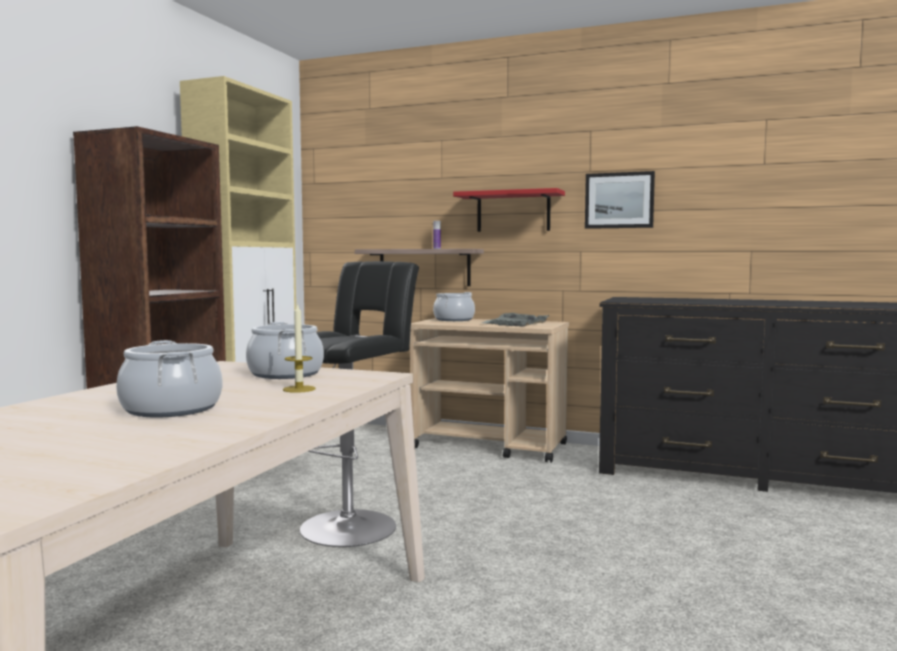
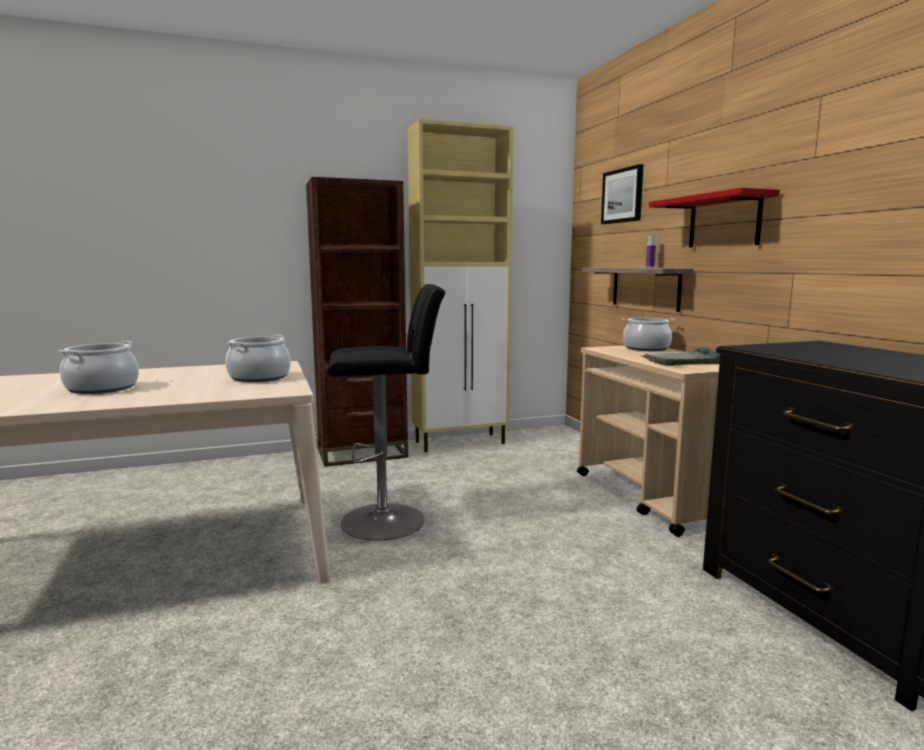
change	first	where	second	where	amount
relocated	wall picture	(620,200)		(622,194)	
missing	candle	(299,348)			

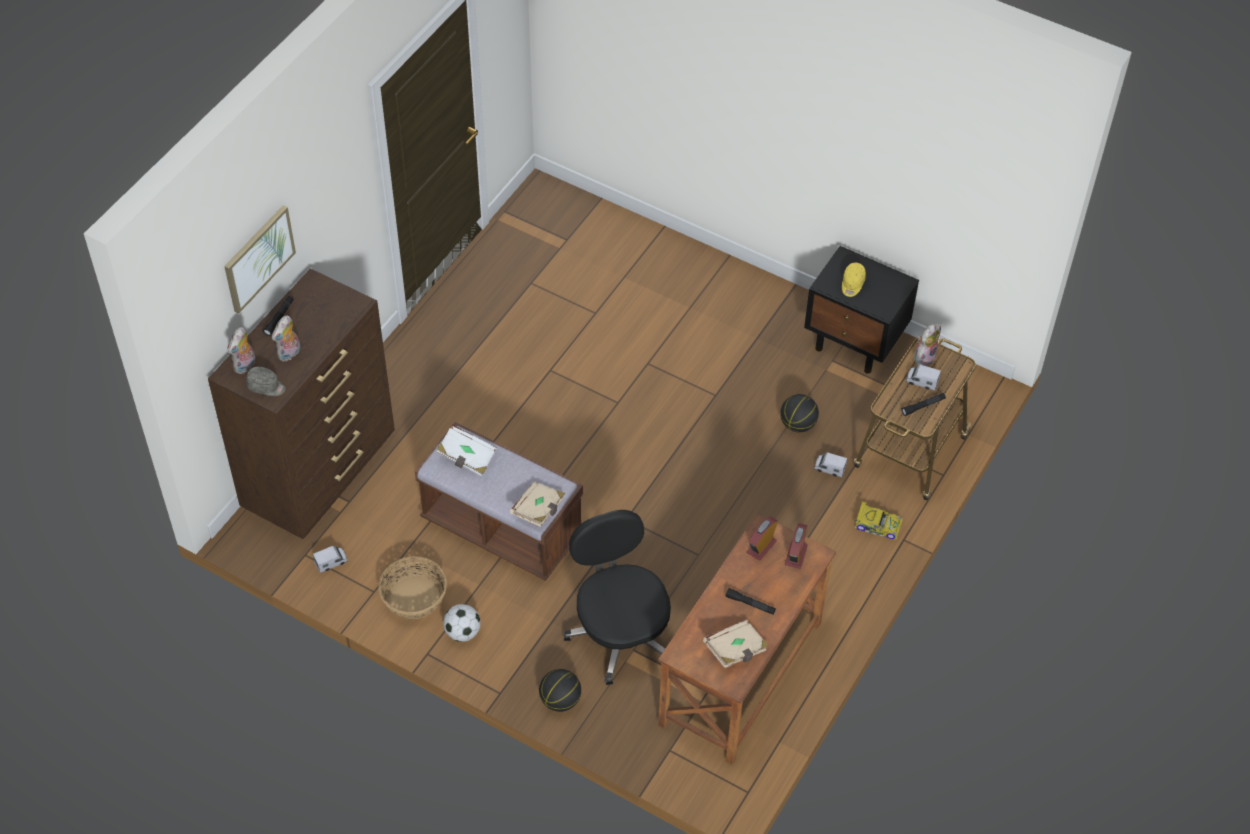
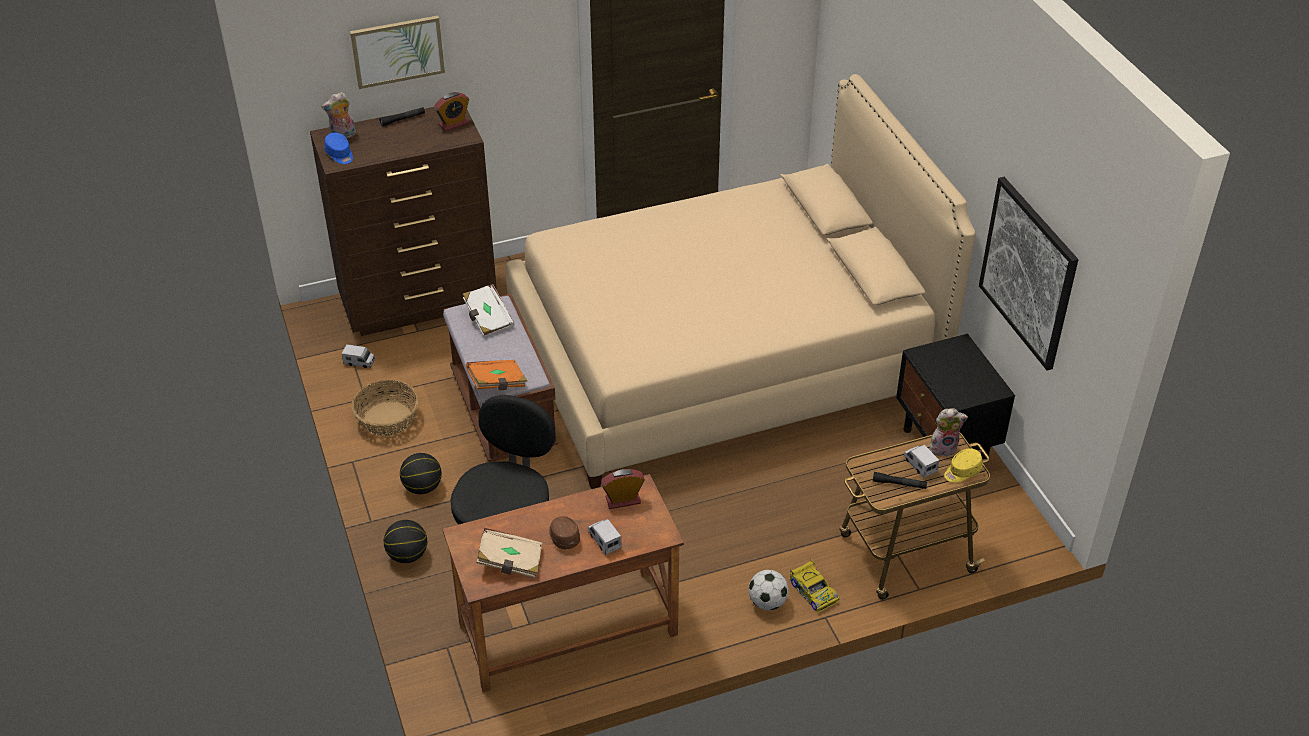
change	first	where	second	where	amount
relocated	yellowish peaked cap	(854,280)		(963,465)	
missing	soft toy	(286,338)			
colour	gray peaked cap	(266,381)	blue peaked cap	(338,148)	
relocated	basketball ball	(799,413)		(421,473)	
relocated	model truck	(830,464)		(605,537)	
colour	sand-coloured bound book	(537,504)	orange-coloured bound book	(496,375)	
relocated	table clock	(796,546)		(451,111)	
exchanged	black hand torch	(751,601)	brown peaked cap	(564,532)	
relocated	ball for football	(462,623)		(769,590)	
appeared			sand-coloured bedroom bed	(740,281)	
appeared			wall picture	(1028,274)	

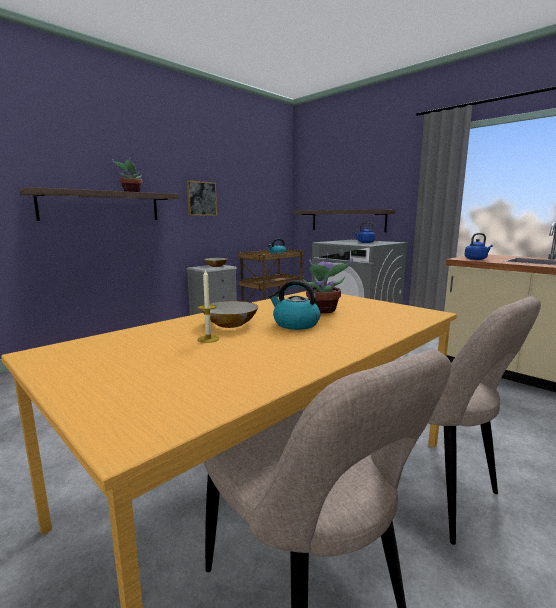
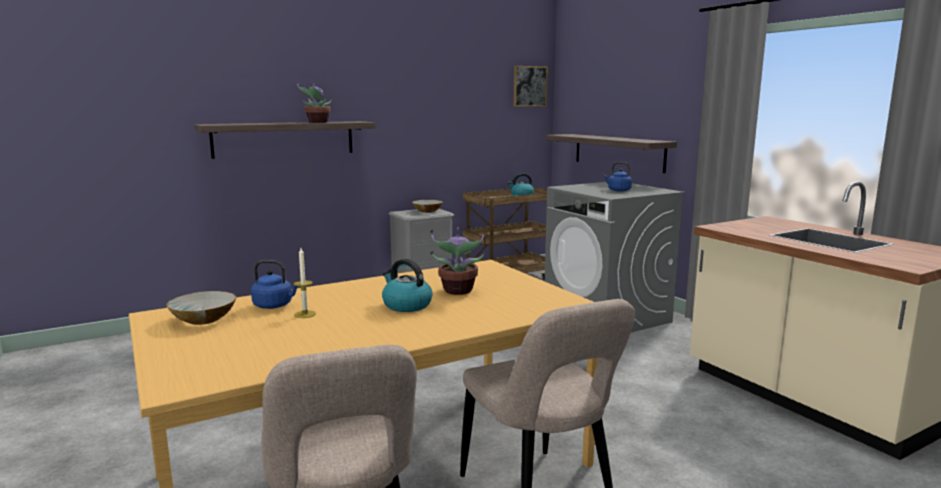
change	first	where	second	where	amount
relocated	wall picture	(202,198)		(530,86)	
relocated	blue kettle	(478,246)		(274,284)	
relocated	serving bowl	(230,314)		(201,308)	

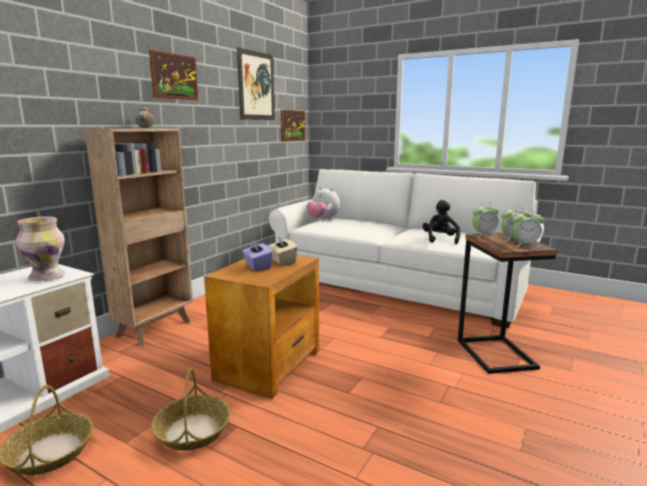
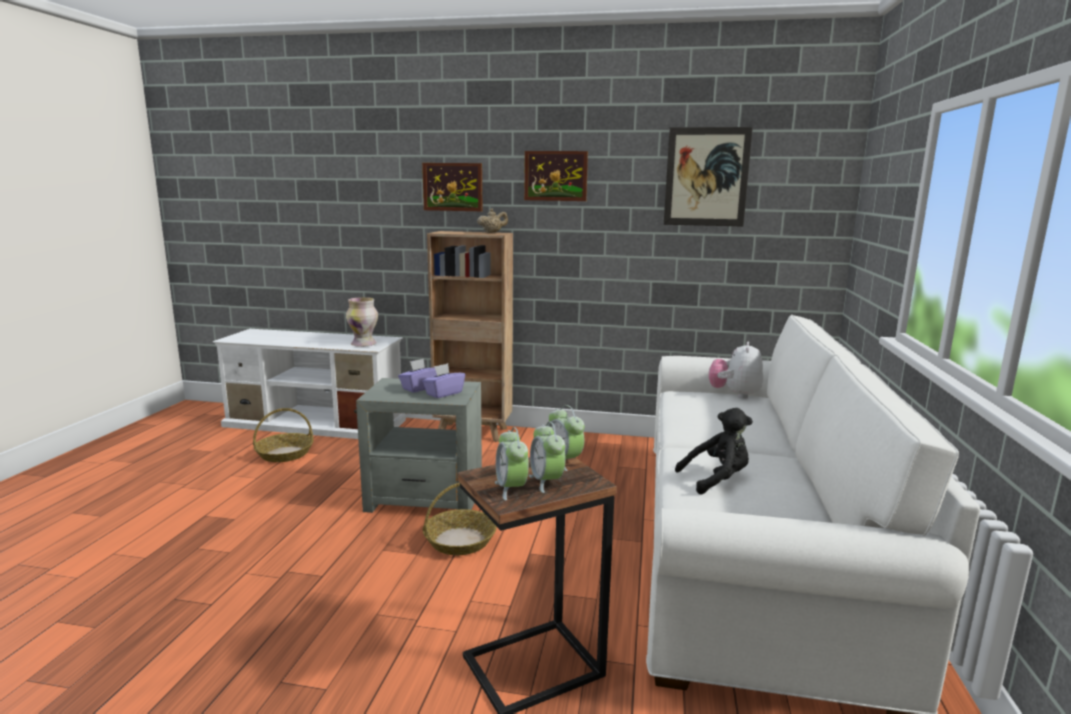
change	first	where	second	where	amount
relocated	wall picture	(293,126)		(452,187)	
colour	sand-coloured tissue holder	(283,250)	purple tissue holder	(443,380)	
colour	brown side table	(261,327)	gray side table	(419,445)	
relocated	storage basket	(191,409)		(459,519)	

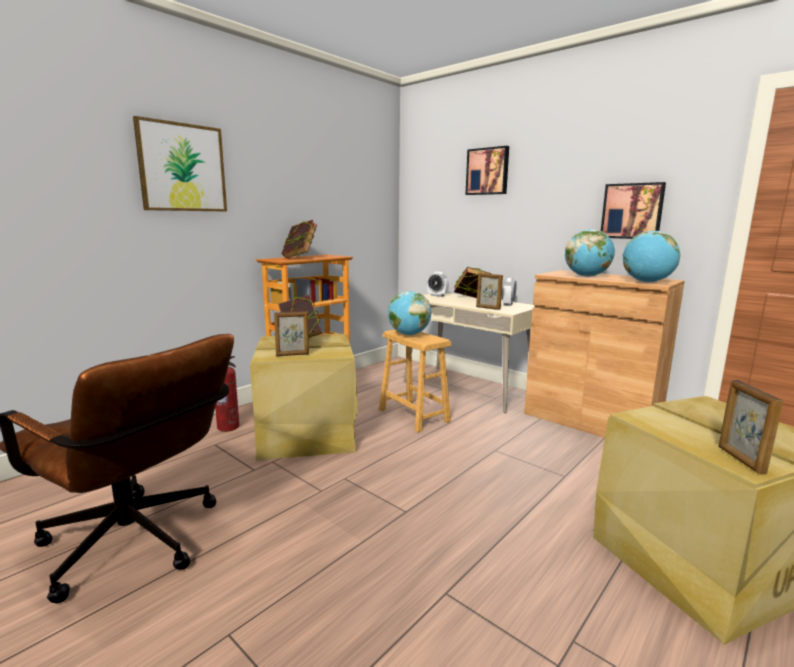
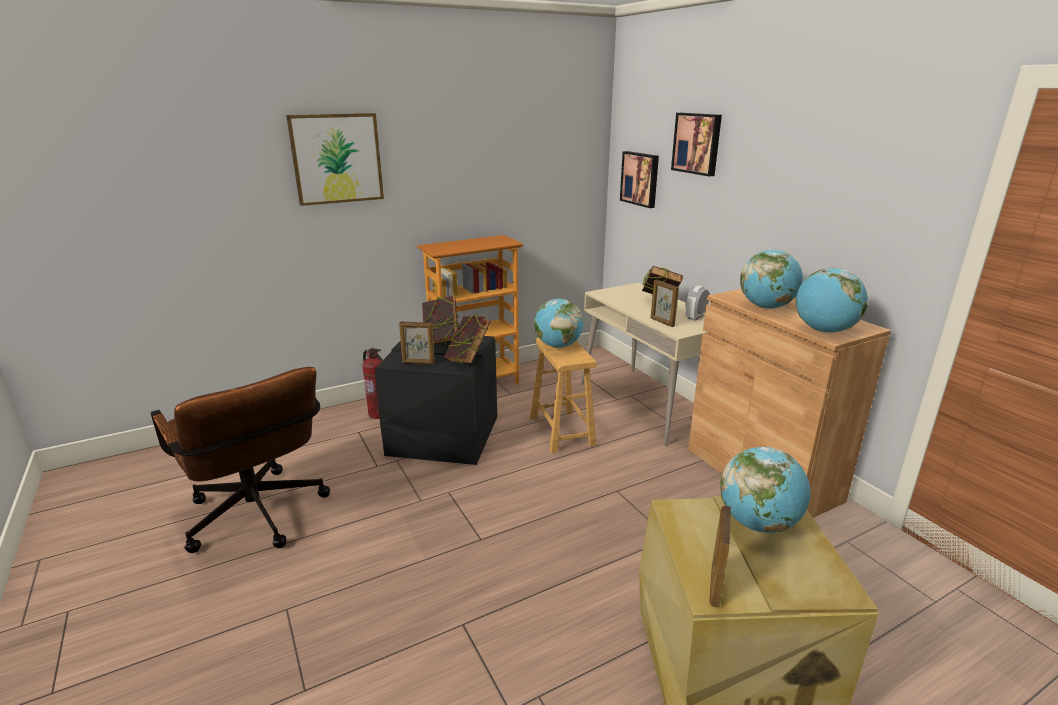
change	first	where	second	where	amount
relocated	wall picture	(633,210)		(639,179)	
relocated	bound book	(299,239)		(467,339)	
missing	table clock	(438,284)			
colour	sand-coloured storage box	(304,397)	black storage box	(436,400)	
appeared			globe	(765,490)	

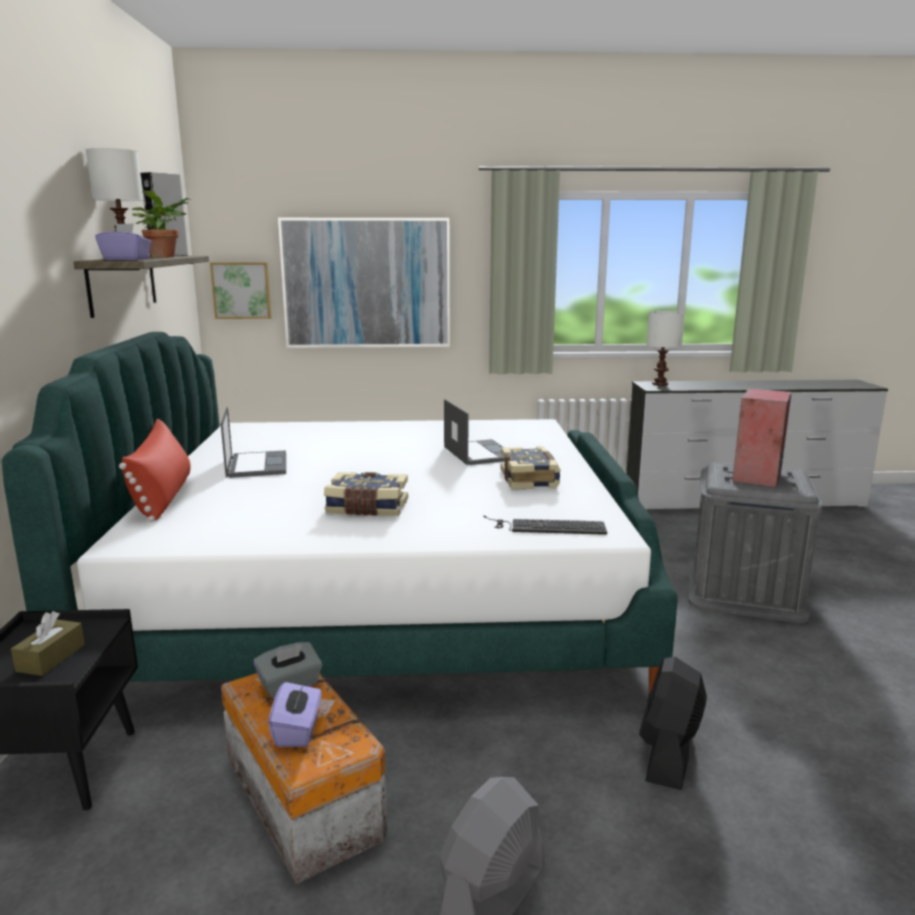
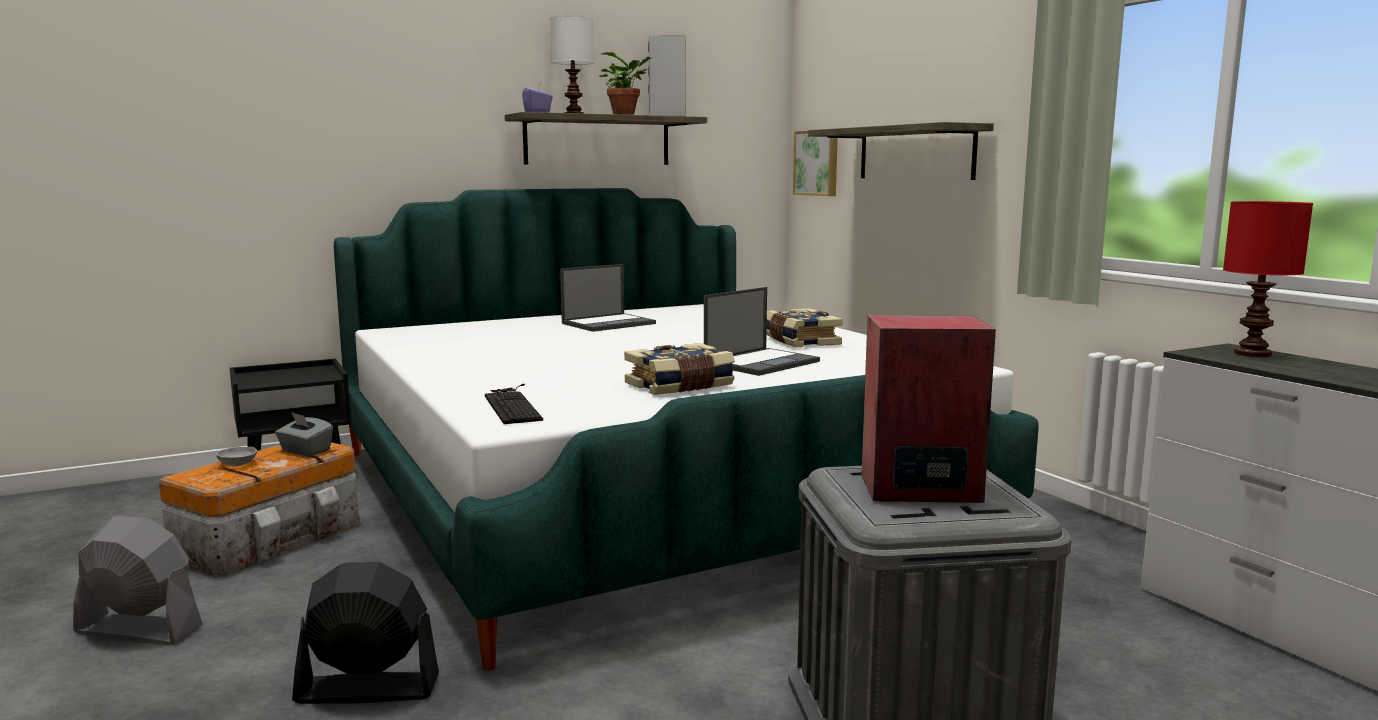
change	first	where	second	where	amount
exchanged	wall picture	(364,283)	bracket shelf	(901,151)	
colour	whitish tabletop lamp	(664,348)	red tabletop lamp	(1268,279)	
missing	red cushion	(155,470)			
relocated	bound book	(366,494)		(804,328)	
missing	brown tissue holder	(48,643)			
exchanged	purple tissue holder	(295,713)	gray serving bowl	(236,456)	

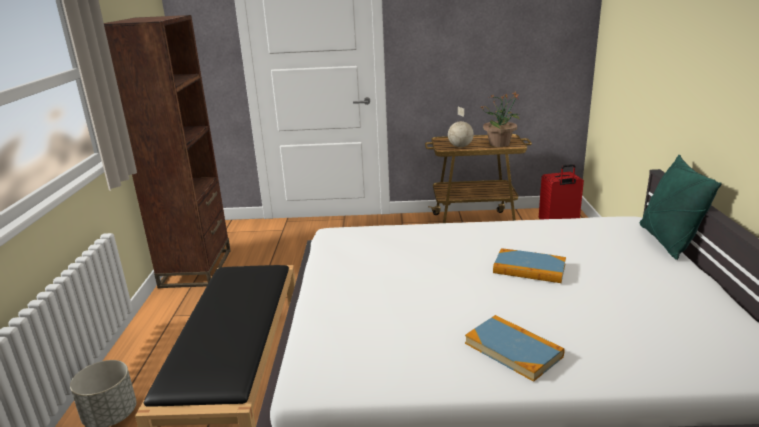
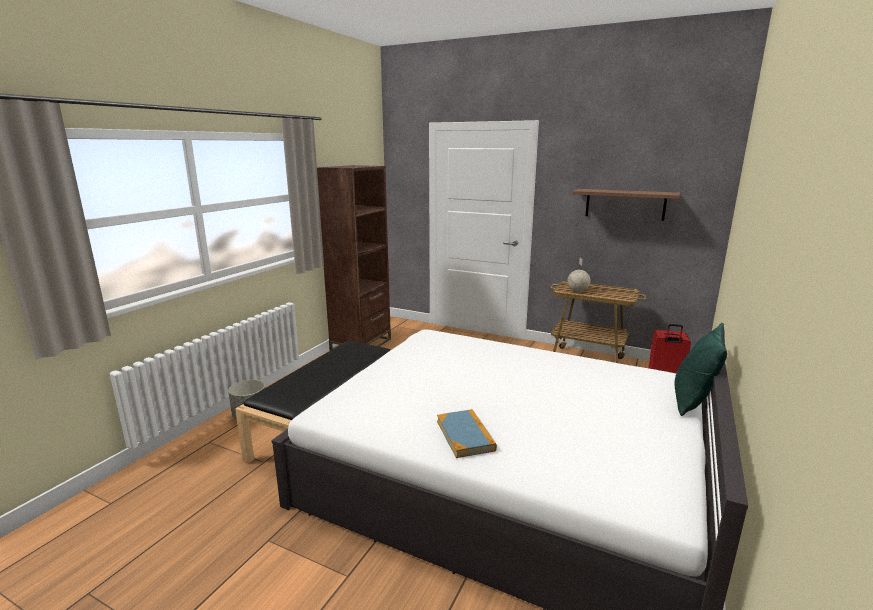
change	first	where	second	where	amount
missing	potted plant	(501,119)			
missing	bound book	(529,265)			
appeared			bracket shelf	(626,205)	

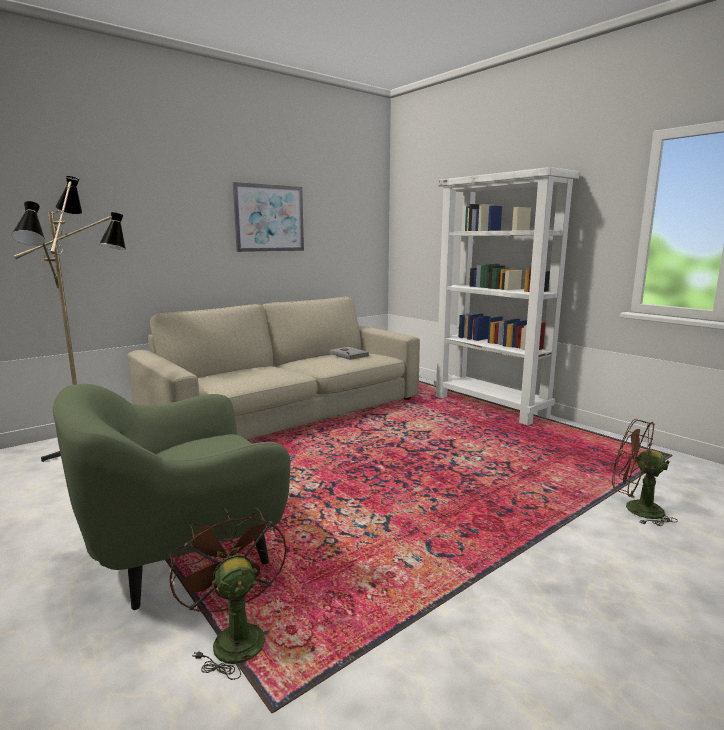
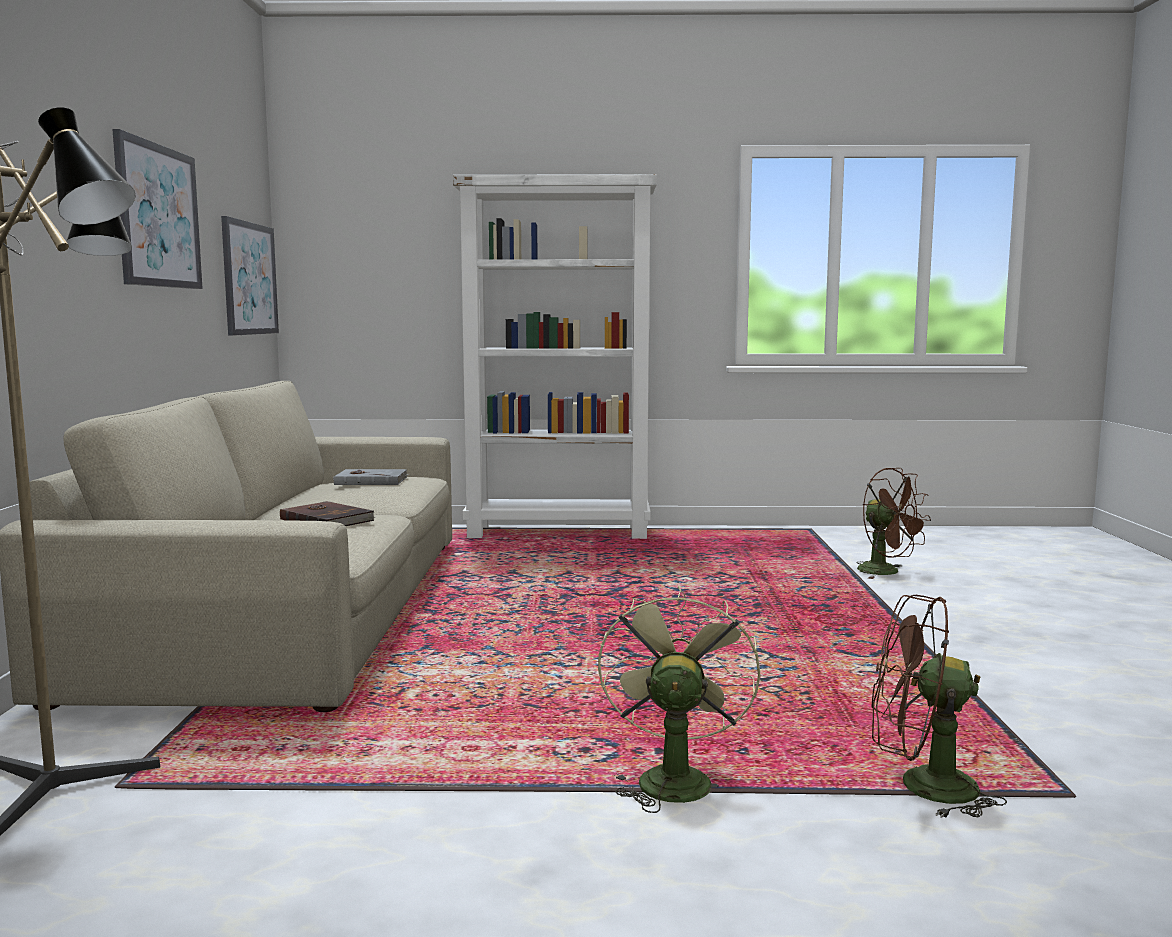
change	first	where	second	where	amount
exchanged	greenish armchair	(171,497)	greenish electric fan	(679,699)	
spun	brown electric fan	(645,472)		(893,523)	105 degrees counterclockwise
appeared			wall picture	(250,276)	
appeared			brown bound book	(327,513)	

